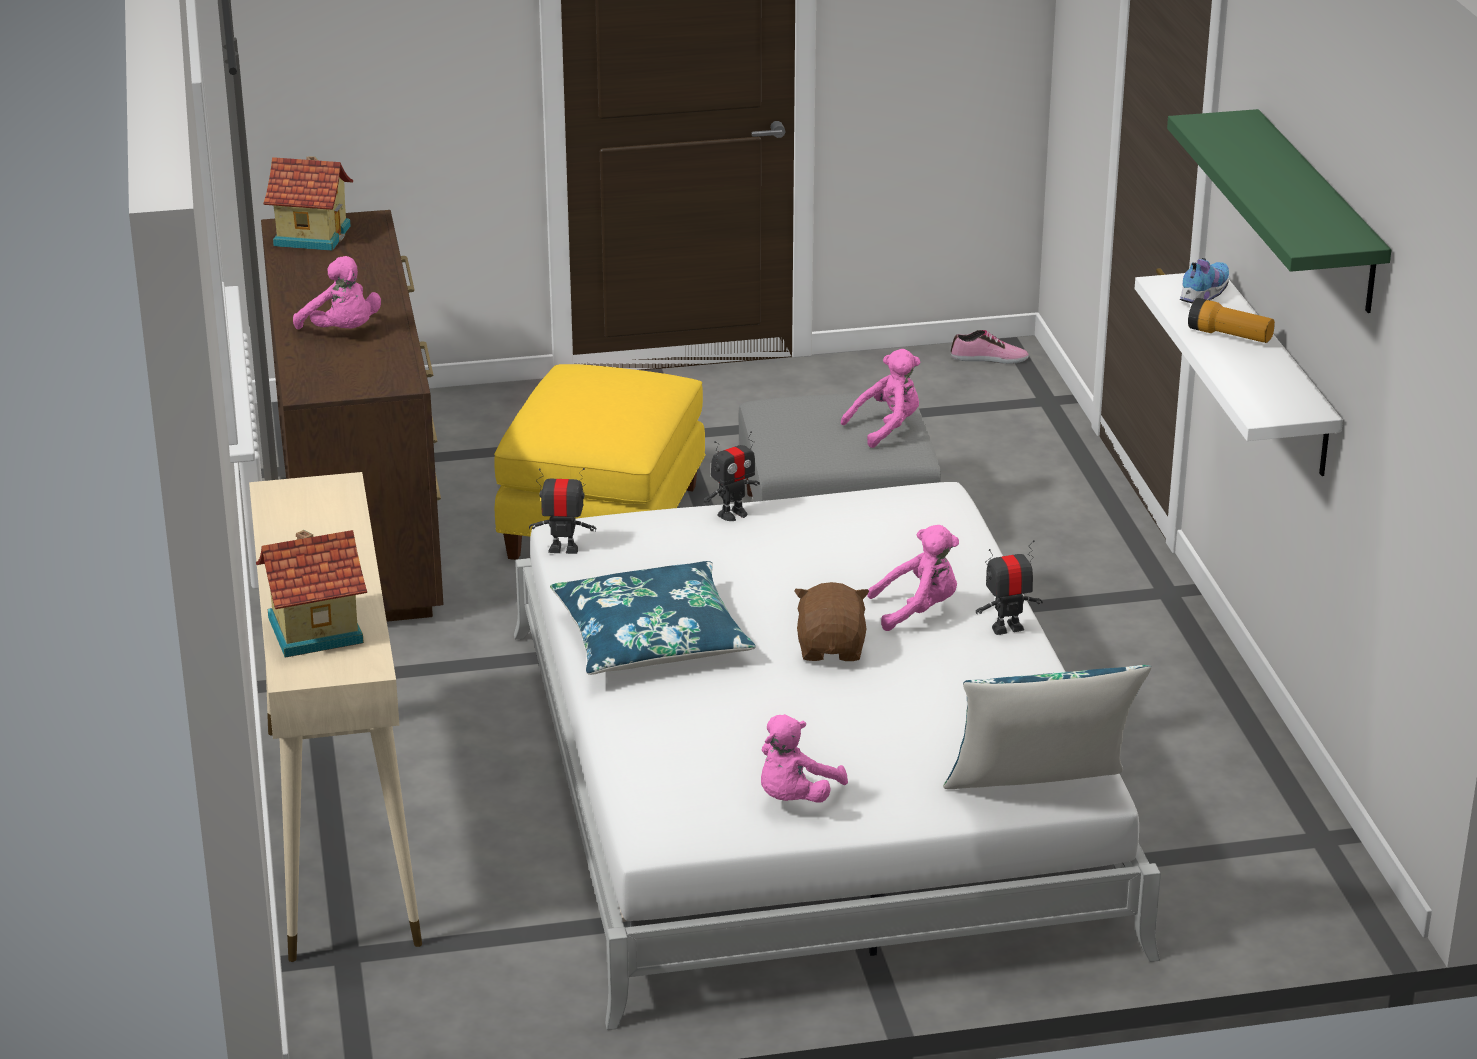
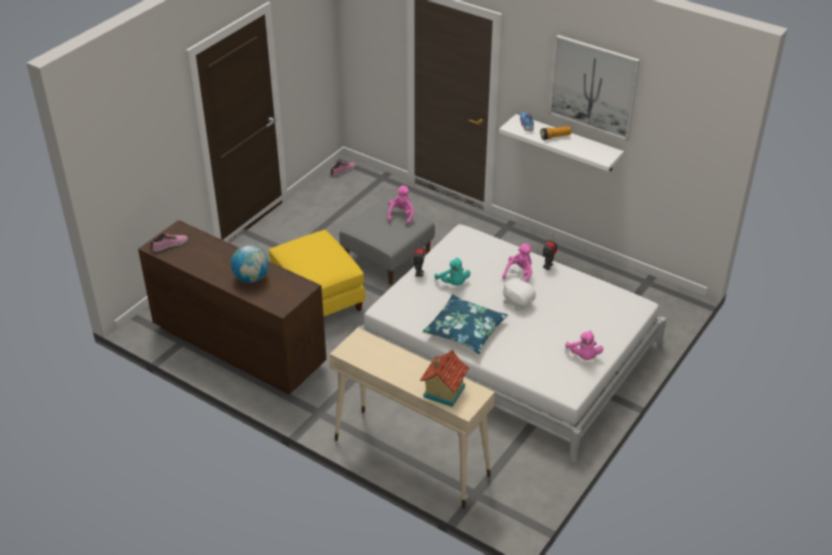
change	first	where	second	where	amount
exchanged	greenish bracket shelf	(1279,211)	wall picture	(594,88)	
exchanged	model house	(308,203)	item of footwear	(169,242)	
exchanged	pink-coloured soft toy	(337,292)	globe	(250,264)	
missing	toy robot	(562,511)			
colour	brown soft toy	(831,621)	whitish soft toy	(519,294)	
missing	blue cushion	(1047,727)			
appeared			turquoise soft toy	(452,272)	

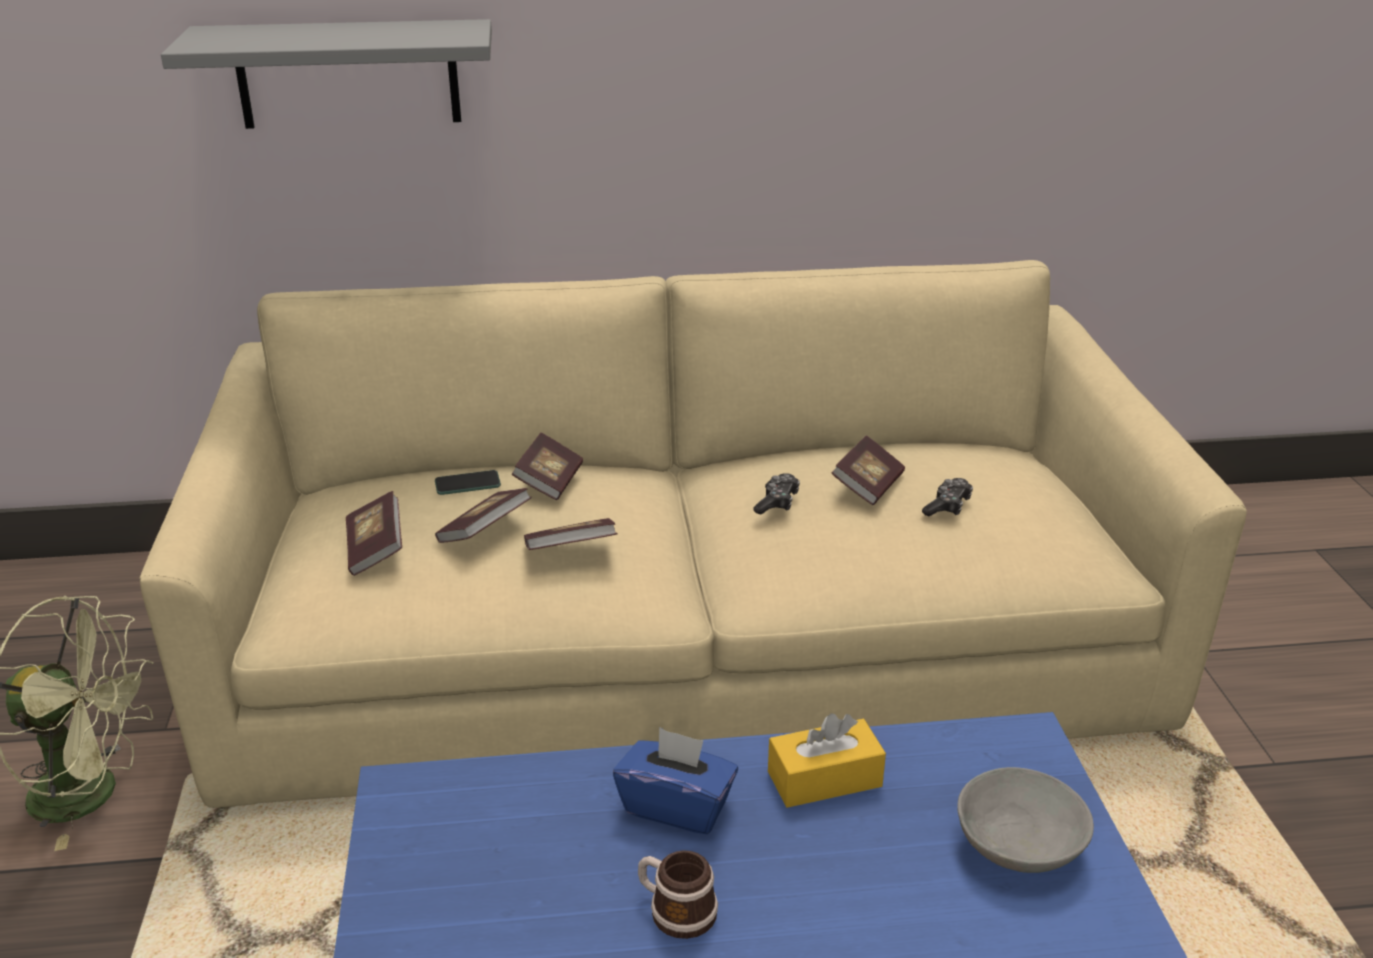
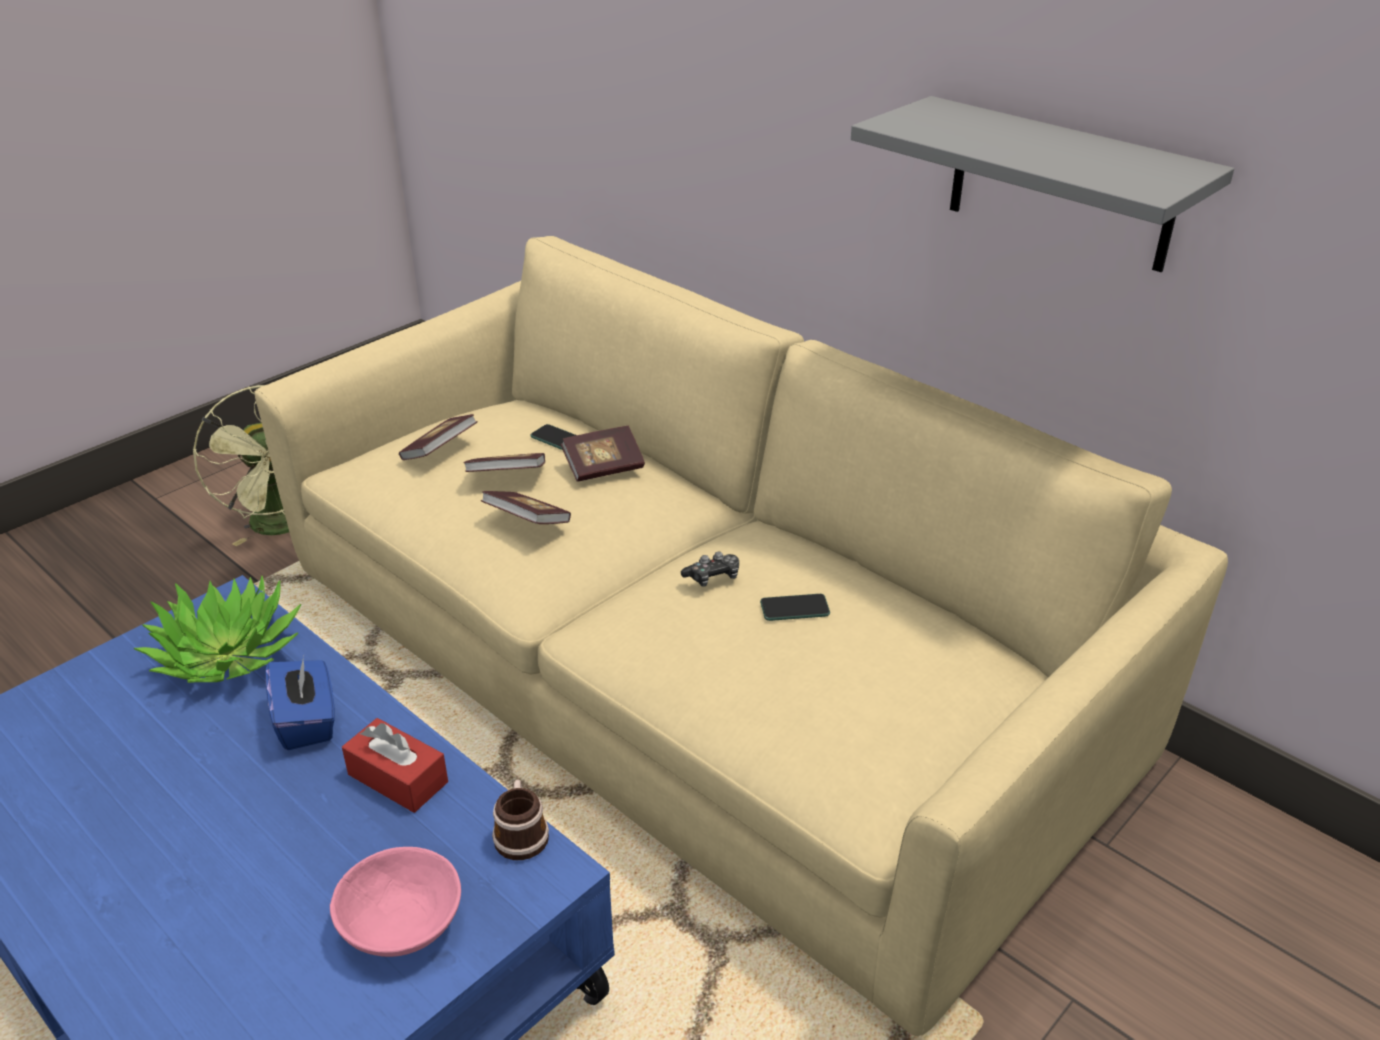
change	first	where	second	where	amount
relocated	gray bracket shelf	(326,74)		(1042,184)	
exchanged	bound book	(868,470)	handset	(795,607)	
missing	gamepad	(947,497)			
colour	yellowish tissue holder	(827,760)	red tissue holder	(395,765)	
colour	gray serving bowl	(1025,820)	pink-coloured serving bowl	(395,902)	
relocated	coffee mug	(678,894)		(520,819)	
appeared			potted plant	(217,629)	

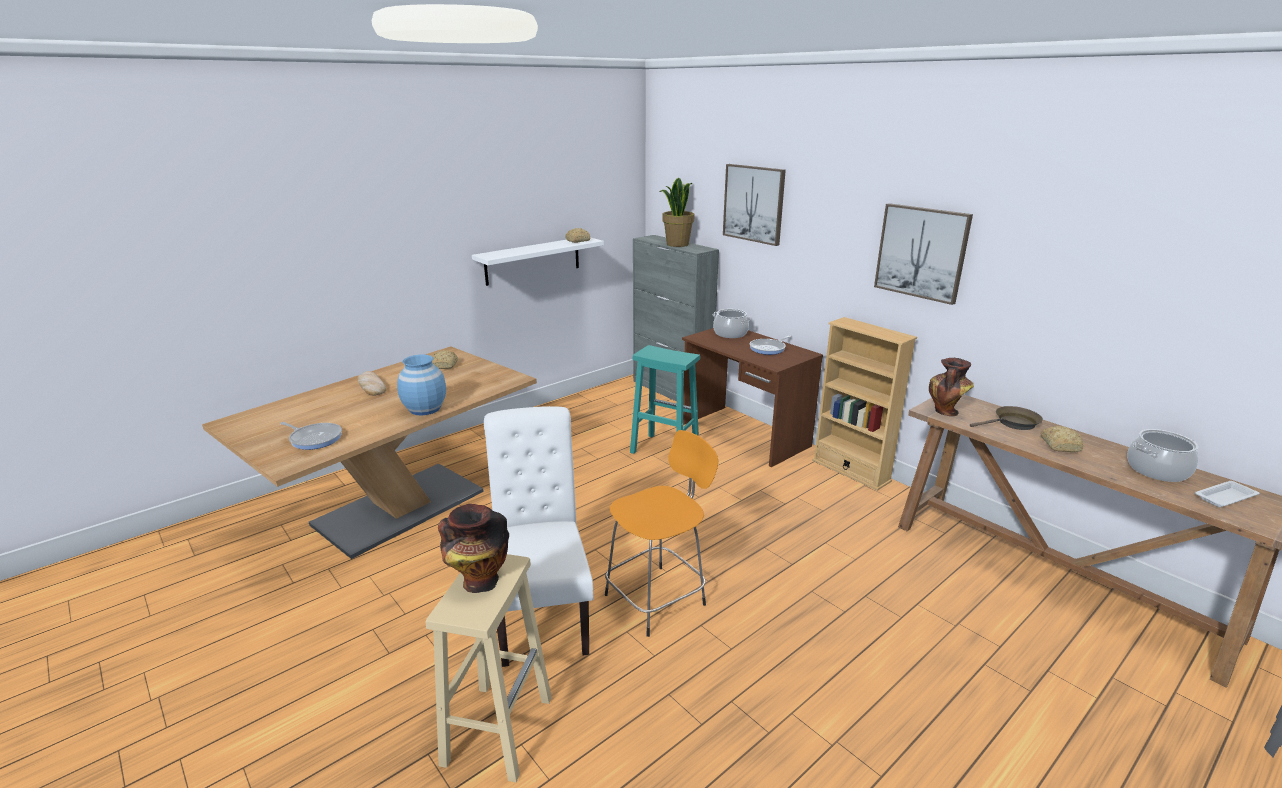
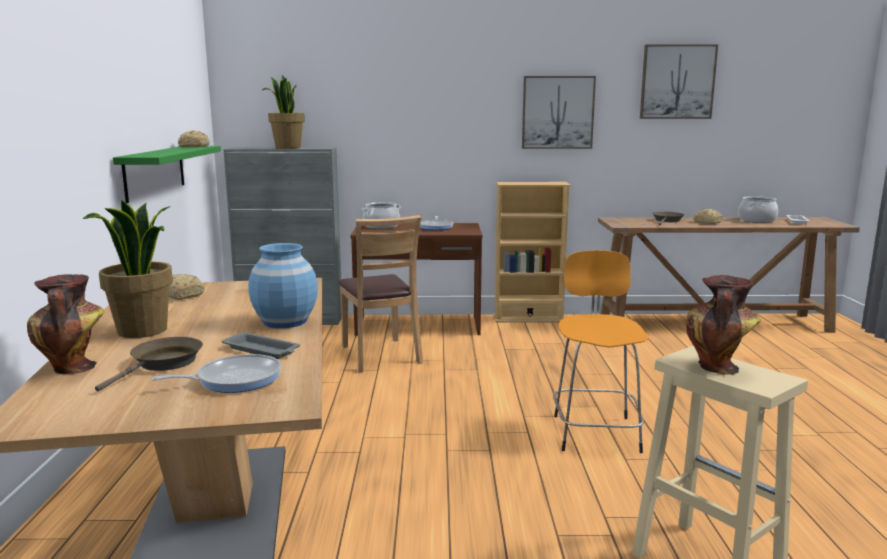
change	first	where	second	where	amount
relocated	wall picture	(754,205)		(679,81)	
colour	whitish bracket shelf	(538,262)	greenish bracket shelf	(167,174)	
exchanged	turquoise stool	(665,399)	brown plain chair	(380,293)	
relocated	vase	(951,387)		(65,324)	
exchanged	bakery bread	(372,383)	potted plant	(127,269)	
missing	whitish plain chair	(538,536)			
appeared			gray tray	(261,345)	
appeared			brown pan	(149,364)	

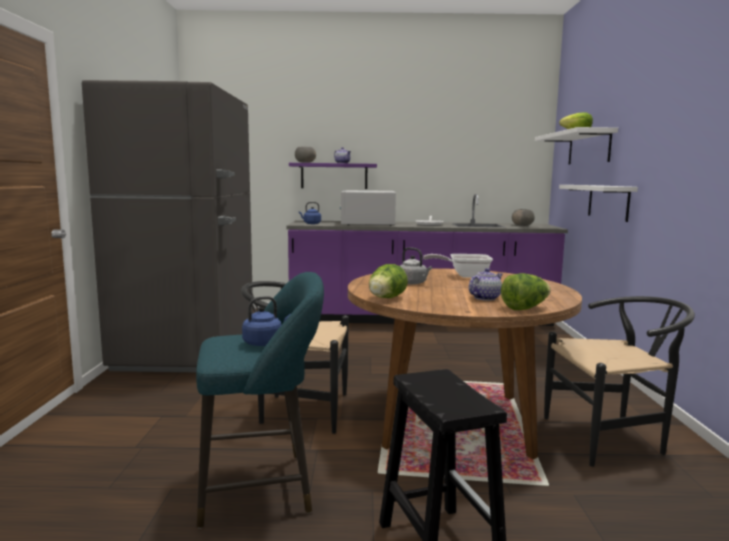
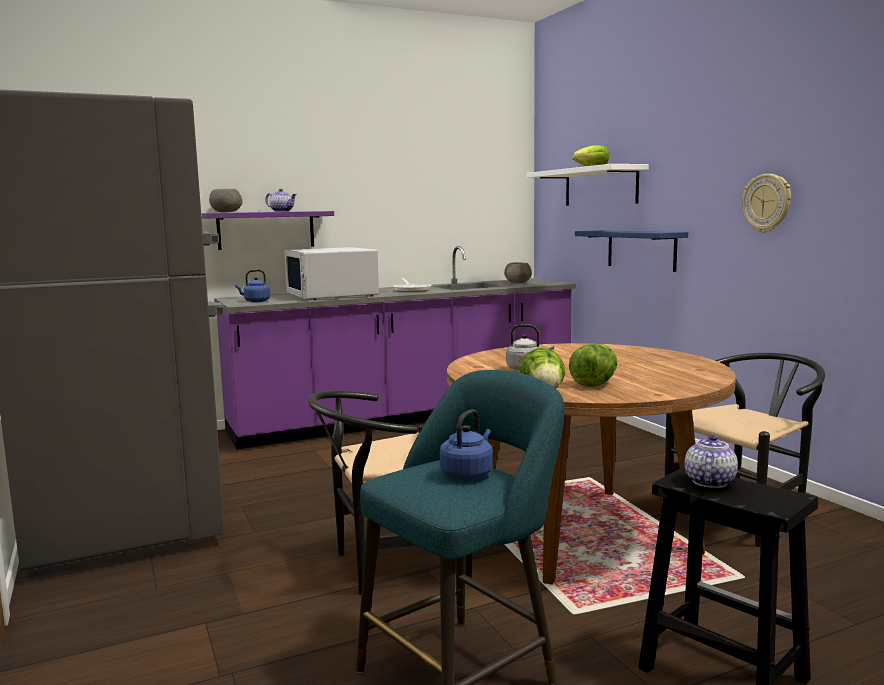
change	first	where	second	where	amount
colour	whitish bracket shelf	(598,203)	blue bracket shelf	(631,251)	
missing	pan	(458,266)			
relocated	tea pot	(486,284)		(711,461)	
relocated	lettuce head	(526,291)		(593,365)	
appeared			wall clock	(766,203)	

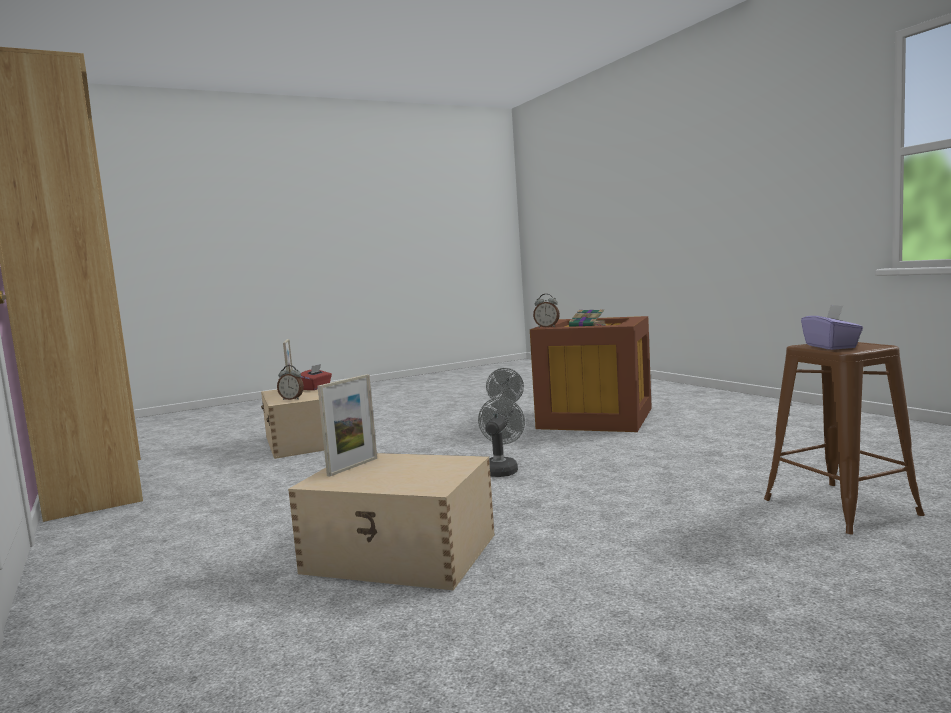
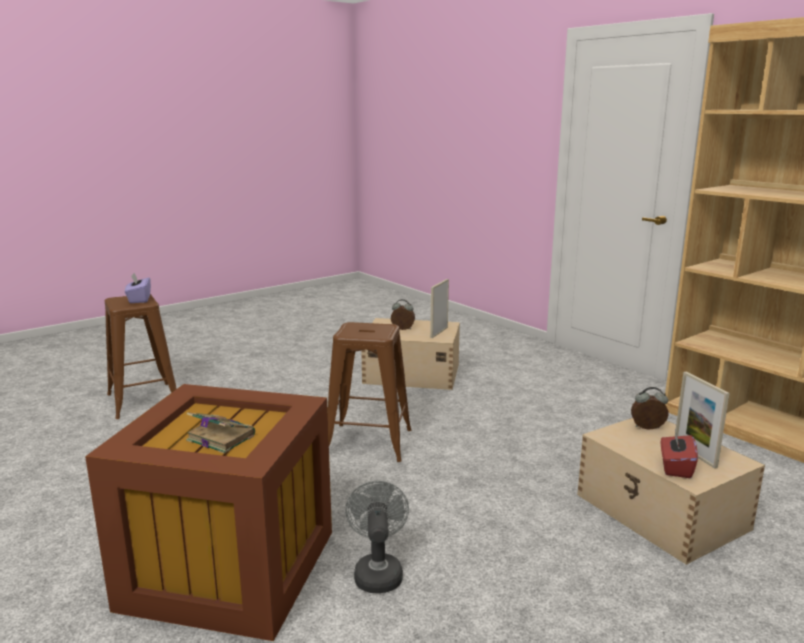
change	first	where	second	where	amount
relocated	table clock	(546,311)		(403,314)	
exchanged	gray electric fan	(501,437)	brown stool	(369,392)	

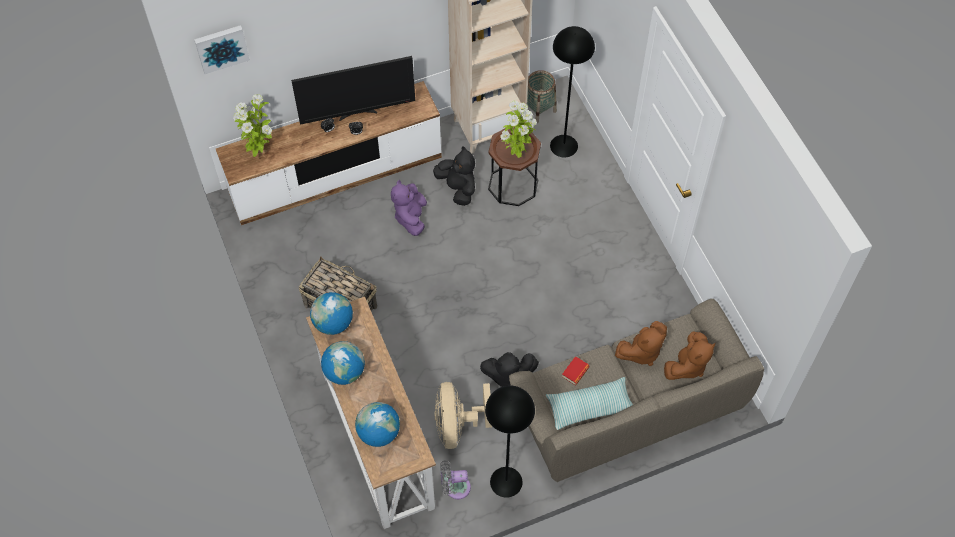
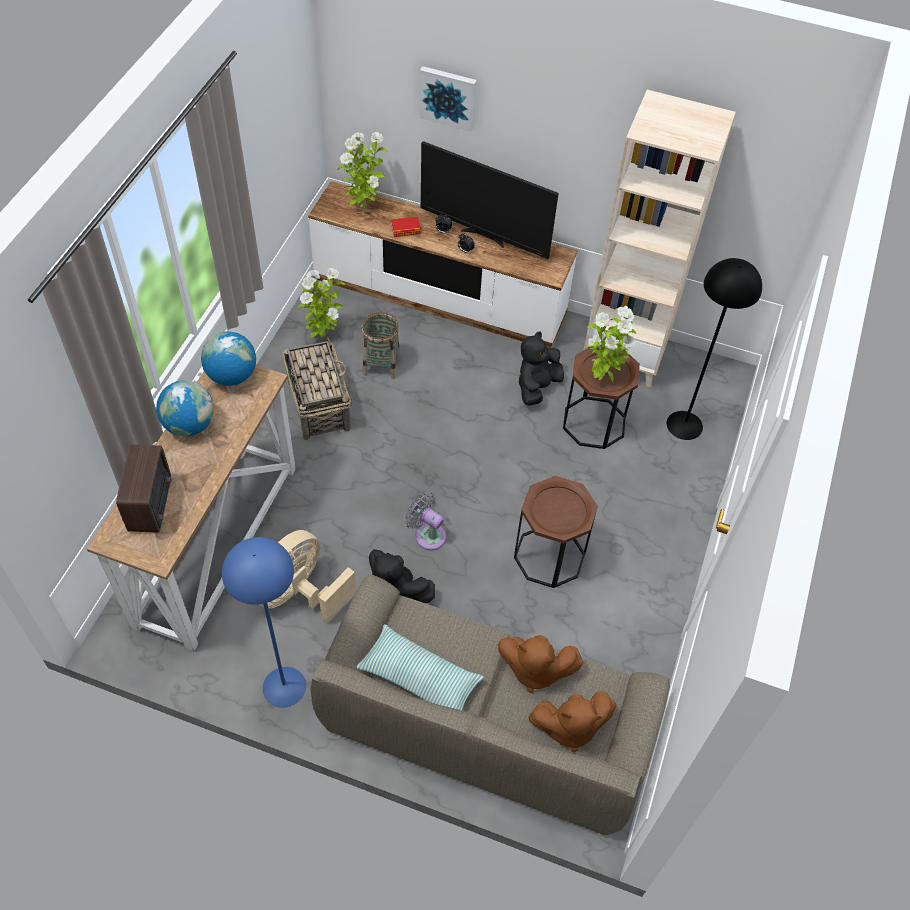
change	first	where	second	where	amount
relocated	wall picture	(222,49)		(448,99)	
relocated	storage basket	(542,96)		(381,345)	
spun	black soft toy	(454,176)		(541,369)	150 degrees counterclockwise
missing	purple soft toy	(409,208)			
relocated	bound book	(575,370)		(406,226)	
colour	black standard lamp	(510,441)	blue standard lamp	(264,622)	
exchanged	globe	(377,424)	radio	(143,488)	
relocated	gray electric fan	(455,479)		(425,521)	
appeared			potted plant	(321,303)	
appeared			brown side table	(556,532)	

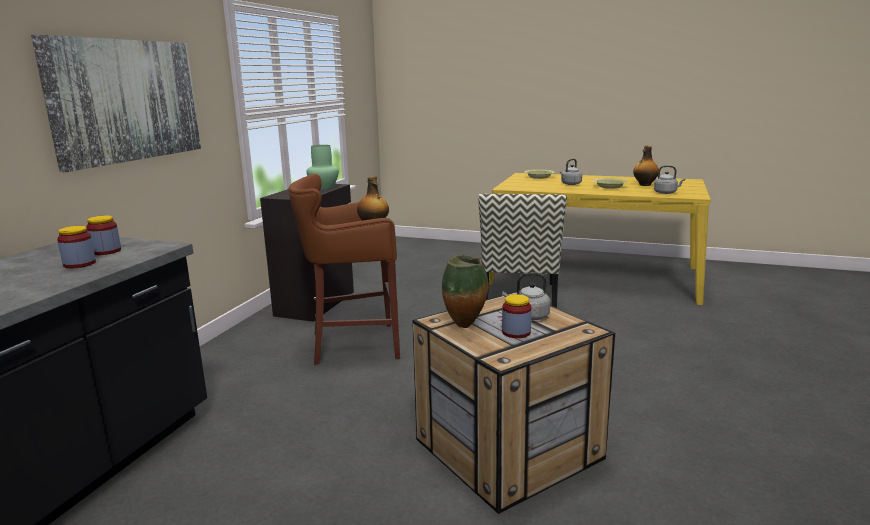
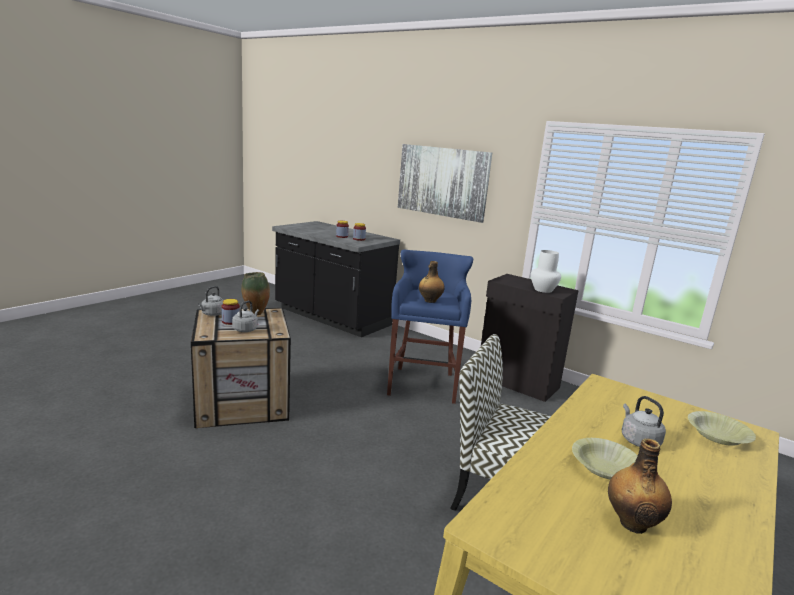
change	first	where	second	where	amount
colour	greenish vase	(322,167)	whitish vase	(546,271)	
relocated	gray kettle	(669,179)		(210,301)	
colour	brown stool	(344,269)	blue stool	(430,327)	

